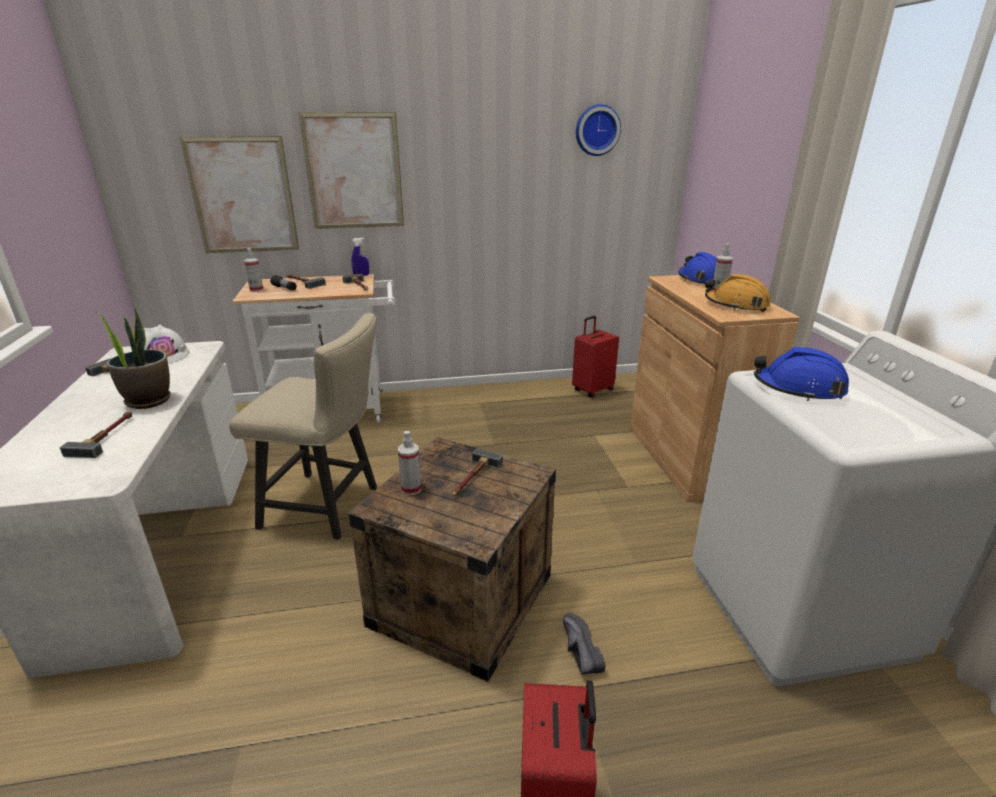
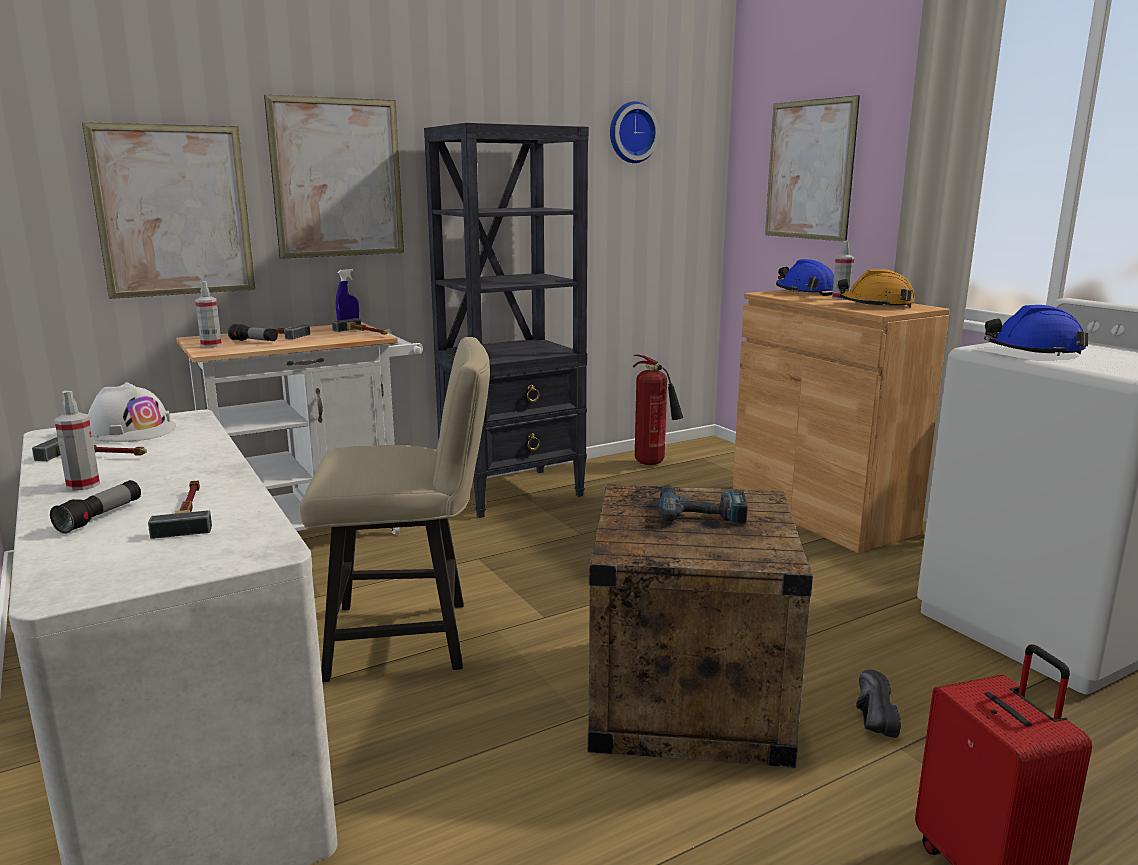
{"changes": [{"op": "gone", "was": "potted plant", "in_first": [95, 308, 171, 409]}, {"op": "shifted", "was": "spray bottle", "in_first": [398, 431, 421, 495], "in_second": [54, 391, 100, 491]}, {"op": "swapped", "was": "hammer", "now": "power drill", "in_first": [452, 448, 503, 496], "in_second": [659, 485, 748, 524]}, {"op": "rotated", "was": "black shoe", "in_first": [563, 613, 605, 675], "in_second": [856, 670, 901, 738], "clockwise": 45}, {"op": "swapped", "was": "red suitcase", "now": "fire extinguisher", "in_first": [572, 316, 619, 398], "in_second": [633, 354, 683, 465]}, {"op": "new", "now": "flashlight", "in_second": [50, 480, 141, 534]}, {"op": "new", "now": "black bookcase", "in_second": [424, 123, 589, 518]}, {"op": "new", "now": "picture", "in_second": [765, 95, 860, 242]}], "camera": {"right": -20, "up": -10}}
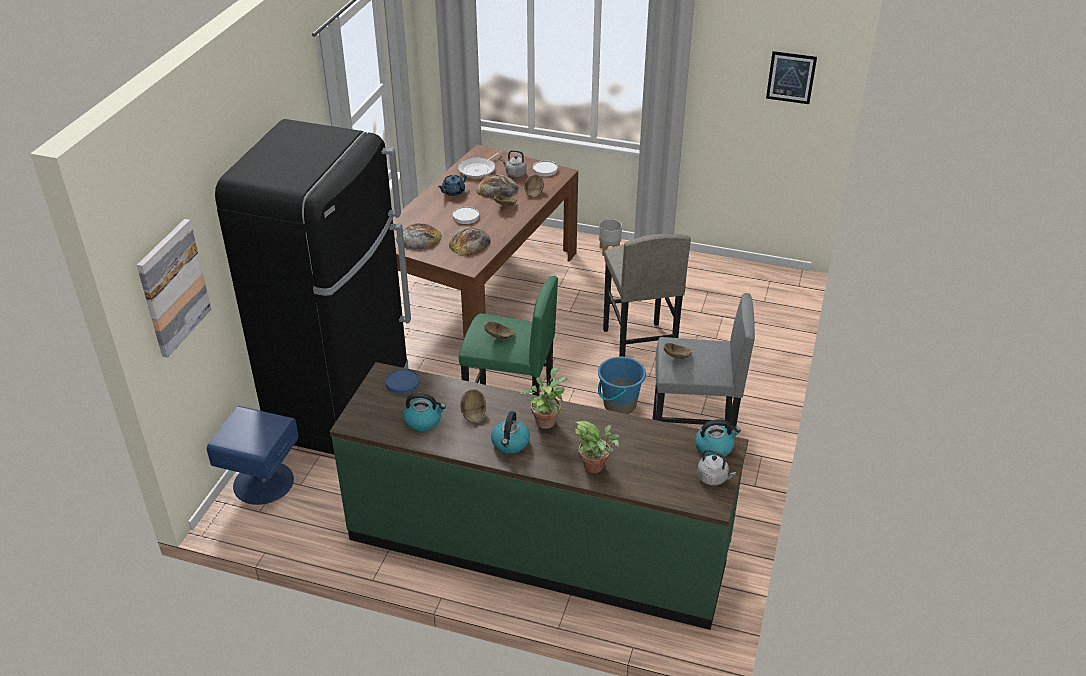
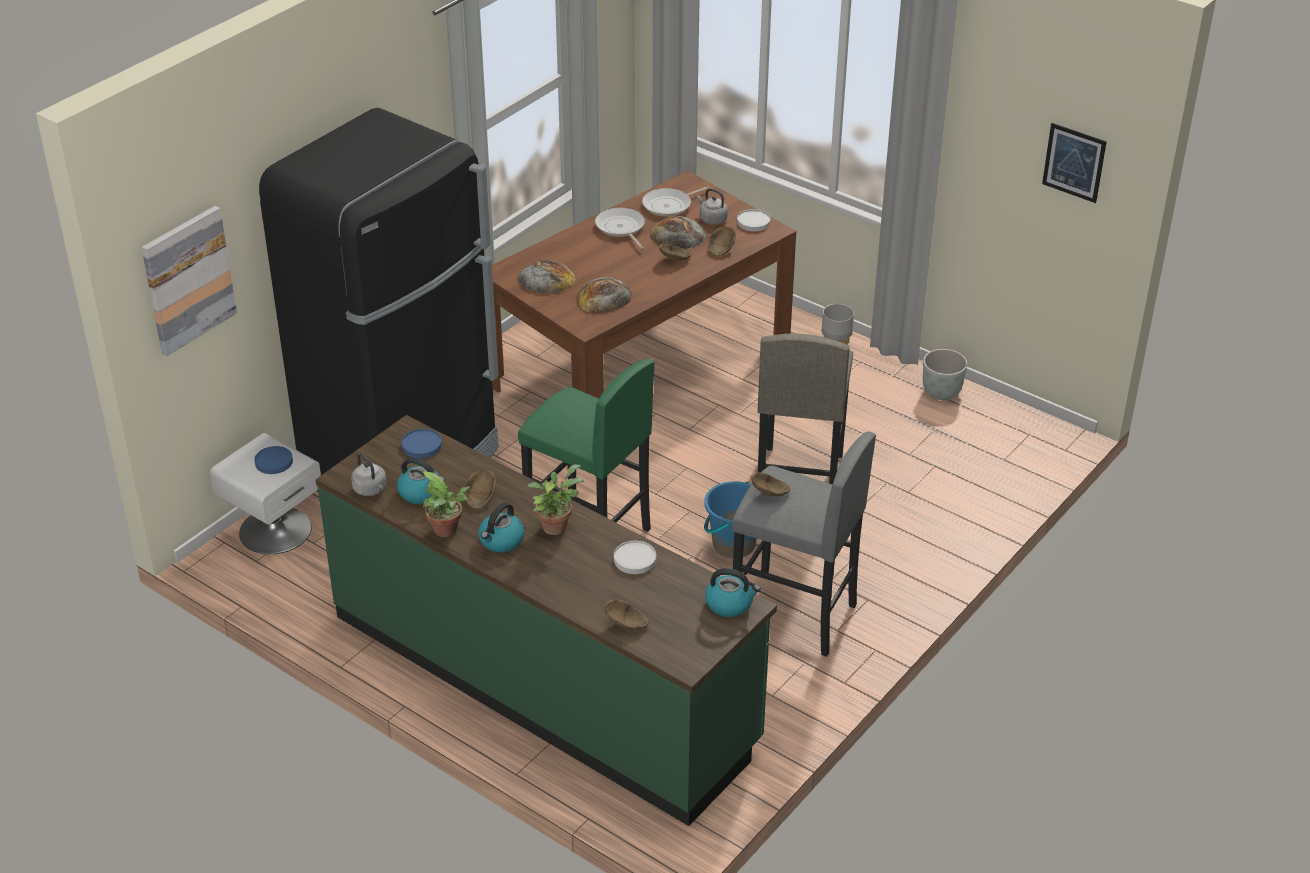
{"changes": [{"op": "repainted", "was": "blue nightstand", "now": "white nightstand", "in_first": [207, 406, 298, 505], "in_second": [210, 433, 321, 554]}, {"op": "swapped", "was": "blue teapot", "now": "frying pan", "in_first": [438, 175, 467, 196], "in_second": [595, 208, 645, 250]}, {"op": "shifted", "was": "white plate", "in_first": [453, 206, 479, 224], "in_second": [614, 541, 656, 574]}, {"op": "shifted", "was": "brown bowl", "in_first": [484, 321, 515, 339], "in_second": [605, 599, 649, 630]}, {"op": "shifted", "was": "potted plant", "in_first": [575, 421, 619, 473], "in_second": [422, 471, 470, 537]}, {"op": "shifted", "was": "grey kettle", "in_first": [697, 449, 736, 485], "in_second": [351, 453, 387, 496]}, {"op": "new", "now": "blue plate", "in_second": [254, 446, 293, 474]}, {"op": "new", "now": "grey planter", "in_second": [923, 349, 967, 400]}], "camera": {"right": 20, "up": 0}}
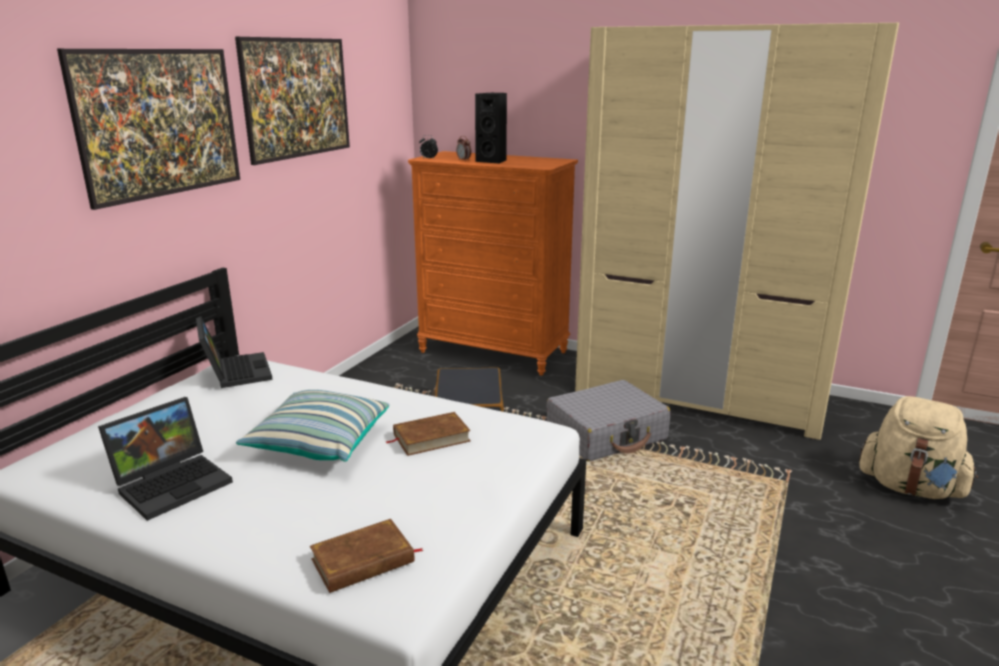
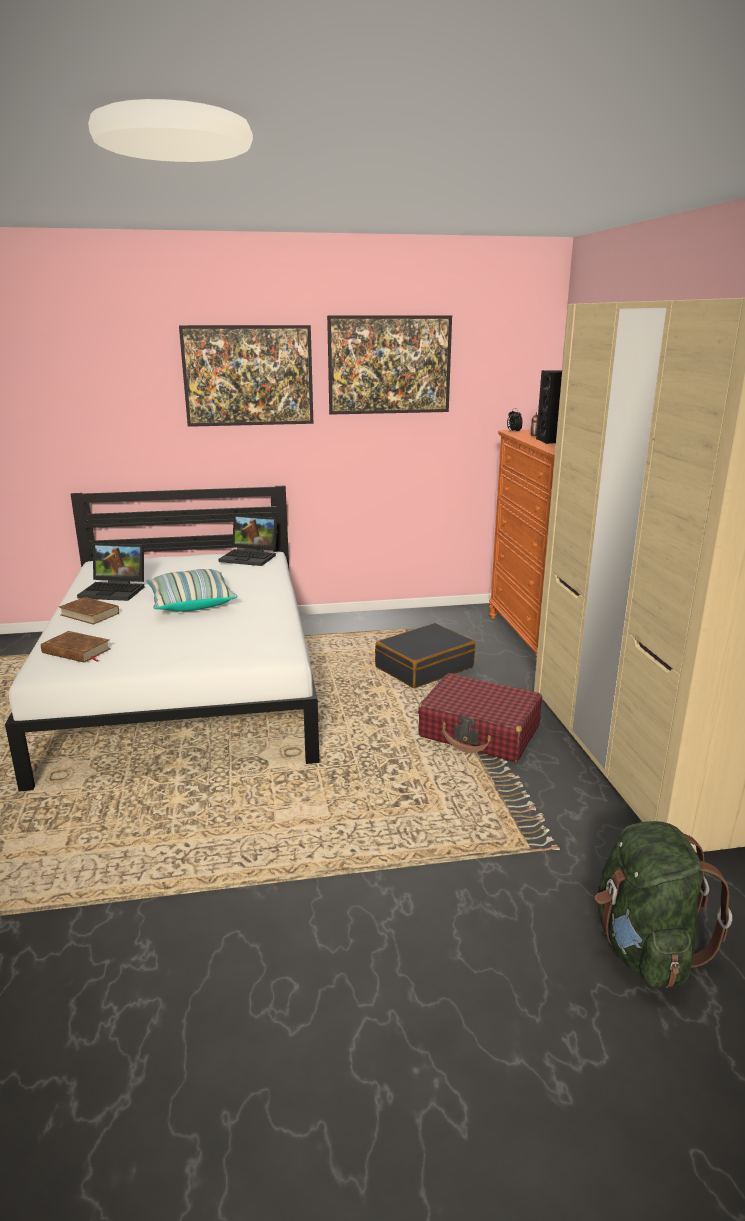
{"changes": [{"op": "rotated", "was": "laptop", "in_first": [196, 316, 273, 388], "in_second": [219, 515, 277, 566], "clockwise": 75}, {"op": "shifted", "was": "brown book", "in_first": [386, 412, 471, 456], "in_second": [59, 597, 119, 625]}, {"op": "repainted", "was": "grey suitcase", "now": "red suitcase", "in_first": [546, 380, 670, 461], "in_second": [418, 673, 542, 762]}, {"op": "repainted", "was": "beige backpack", "now": "green backpack", "in_first": [859, 396, 978, 499], "in_second": [595, 821, 732, 987]}], "camera": {"right": 55, "up": 0}}
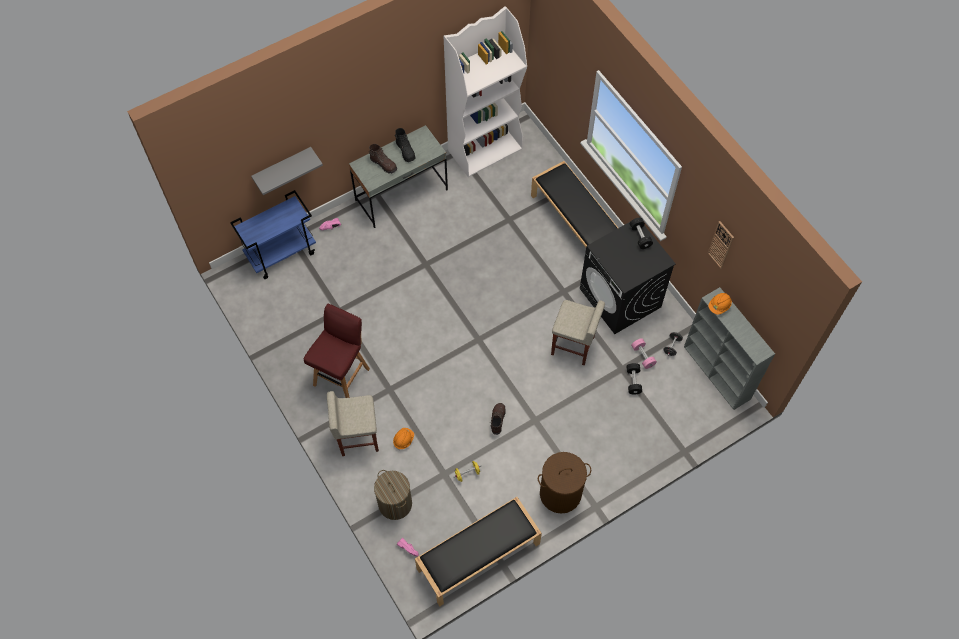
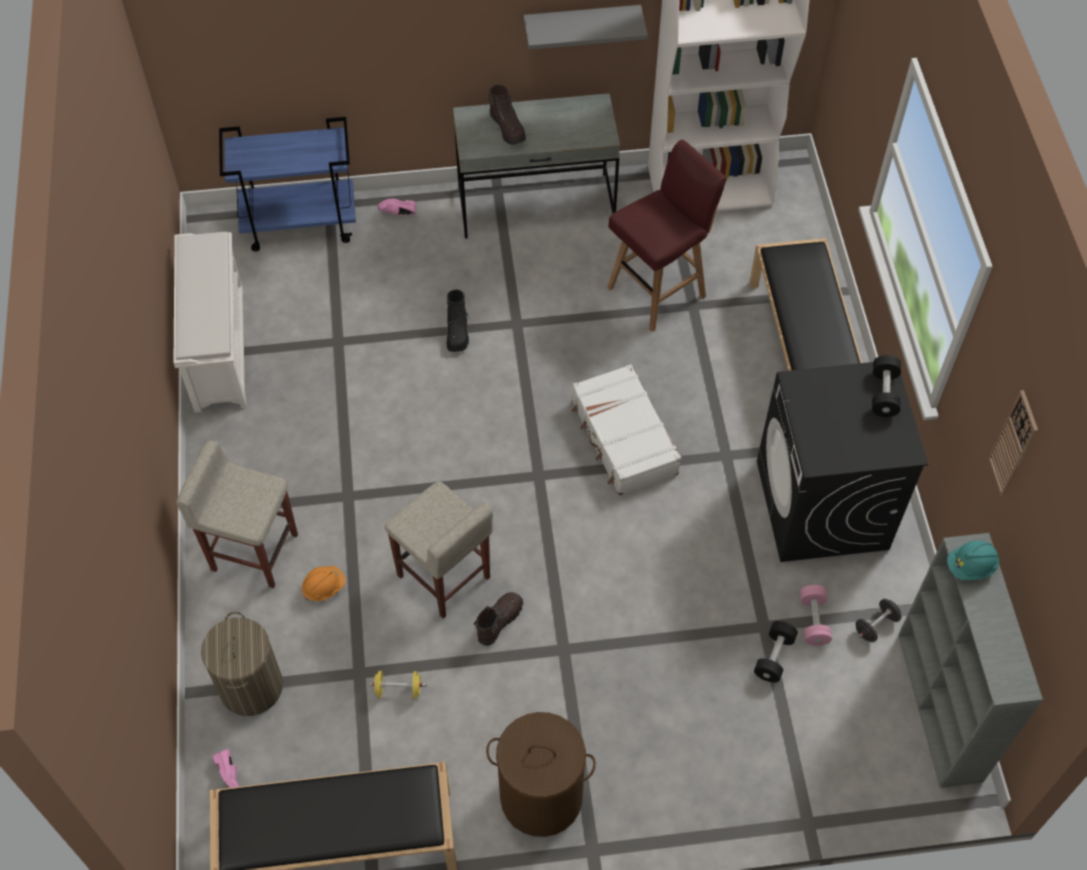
{"changes": [{"op": "shifted", "was": "grey shelf", "in_first": [251, 147, 323, 195], "in_second": [523, 5, 648, 50]}, {"op": "shifted", "was": "red stool", "in_first": [304, 304, 370, 398], "in_second": [607, 140, 727, 332]}, {"op": "shifted", "was": "black boot", "in_first": [395, 128, 415, 162], "in_second": [447, 289, 470, 352]}, {"op": "shifted", "was": "beige stool", "in_first": [551, 300, 605, 366], "in_second": [385, 481, 493, 619]}, {"op": "repainted", "was": "orange hard hat", "now": "turquoise hard hat", "in_first": [708, 293, 732, 315], "in_second": [947, 541, 999, 580]}, {"op": "new", "now": "white shoe rack", "in_second": [174, 232, 247, 413]}, {"op": "new", "now": "white suitcase", "in_second": [572, 364, 681, 495]}], "camera": {"right": 25, "up": -5}}
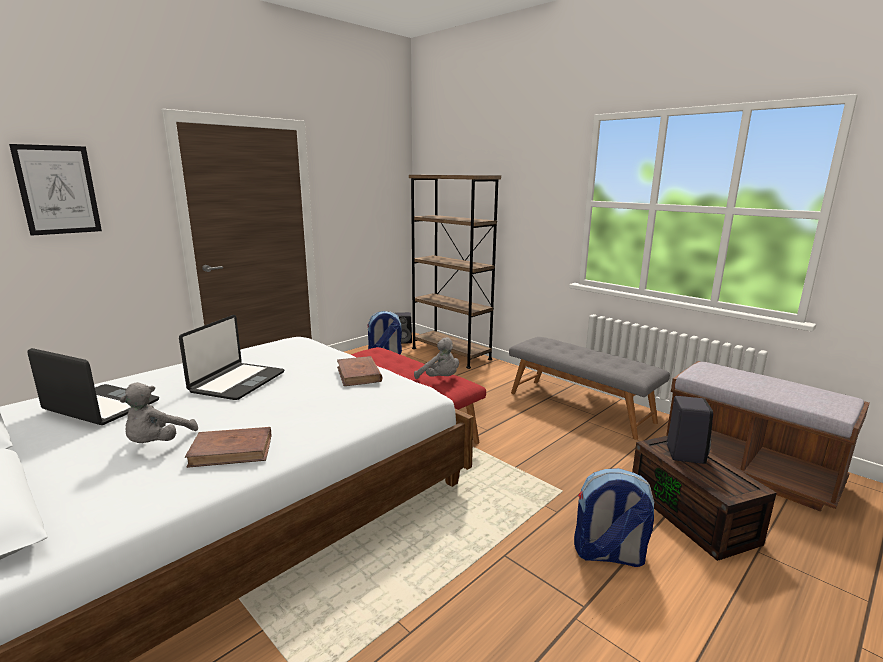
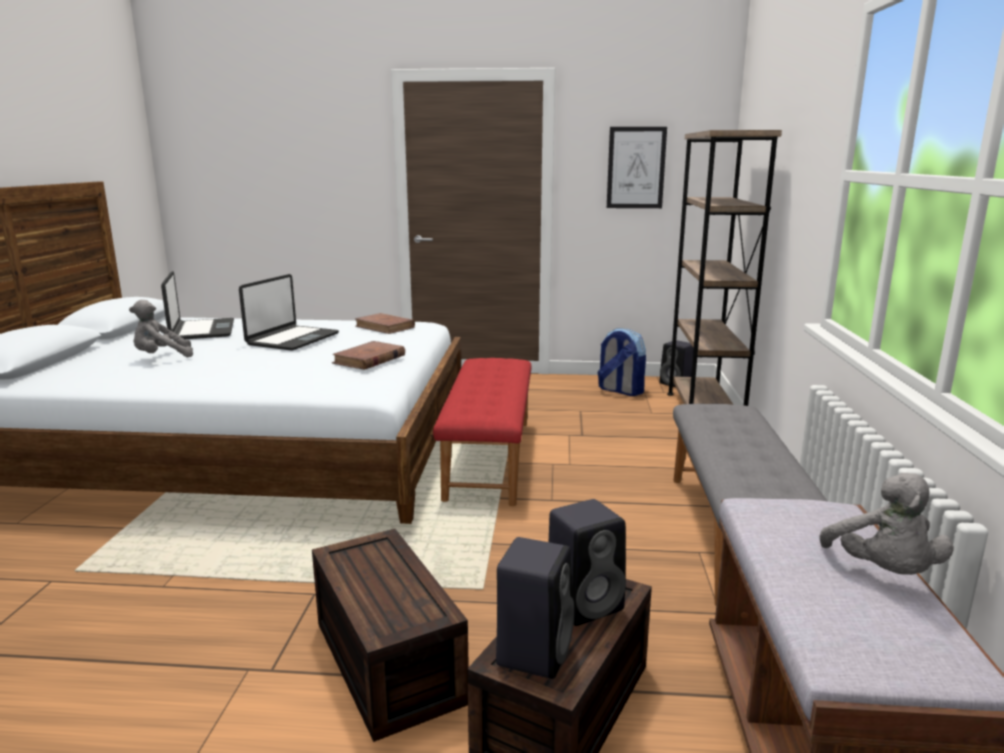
{"changes": [{"op": "shifted", "was": "picture", "in_first": [9, 144, 102, 236], "in_second": [607, 127, 667, 208]}, {"op": "rotated", "was": "laptop", "in_first": [179, 315, 285, 400], "in_second": [239, 274, 339, 351], "clockwise": -45}, {"op": "shifted", "was": "brown book", "in_first": [185, 427, 271, 468], "in_second": [355, 313, 415, 334]}, {"op": "shifted", "was": "grey plush toy", "in_first": [414, 337, 459, 379], "in_second": [819, 473, 954, 575]}, {"op": "swapped", "was": "backpack", "now": "brown storage box", "in_first": [574, 468, 655, 567], "in_second": [312, 529, 469, 742]}, {"op": "new", "now": "black speaker", "in_second": [496, 537, 574, 679]}], "camera": {"right": 50, "up": 0}}
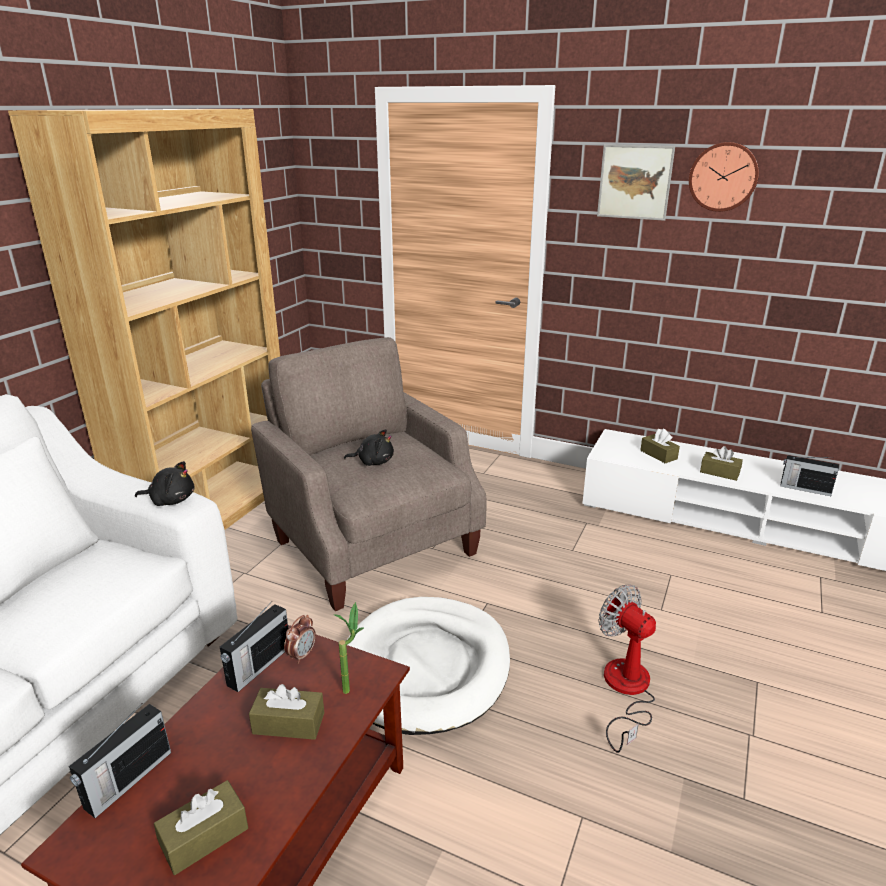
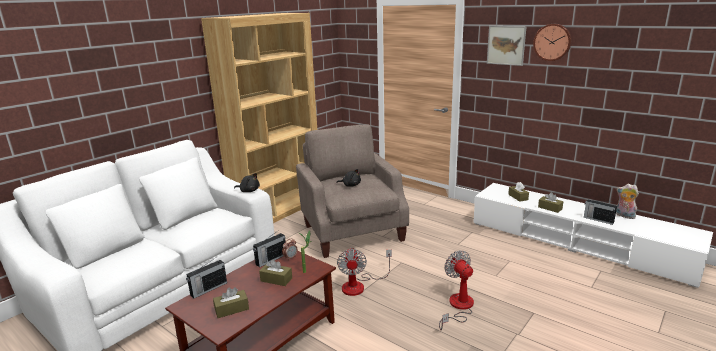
{"changes": [{"op": "swapped", "was": "white dog bed", "now": "fan", "in_first": [347, 597, 510, 735], "in_second": [337, 248, 392, 296]}, {"op": "new", "now": "plush toy", "in_second": [616, 184, 639, 219]}], "camera": {"right": 15, "up": -5}}
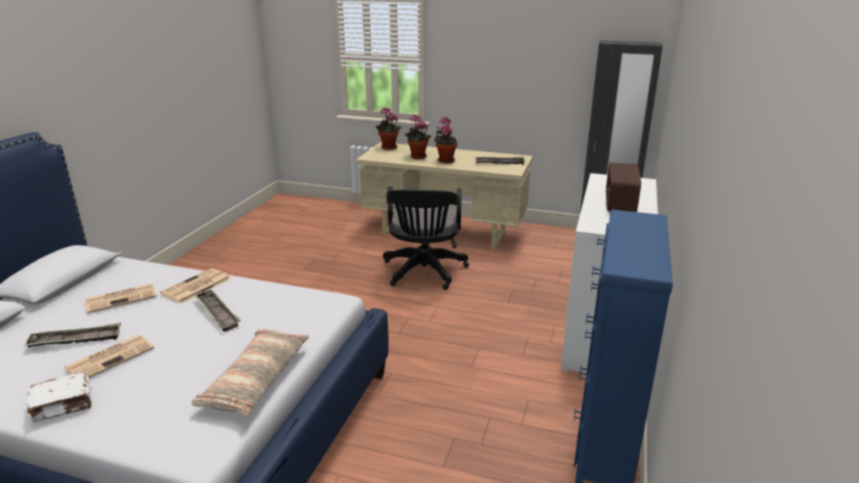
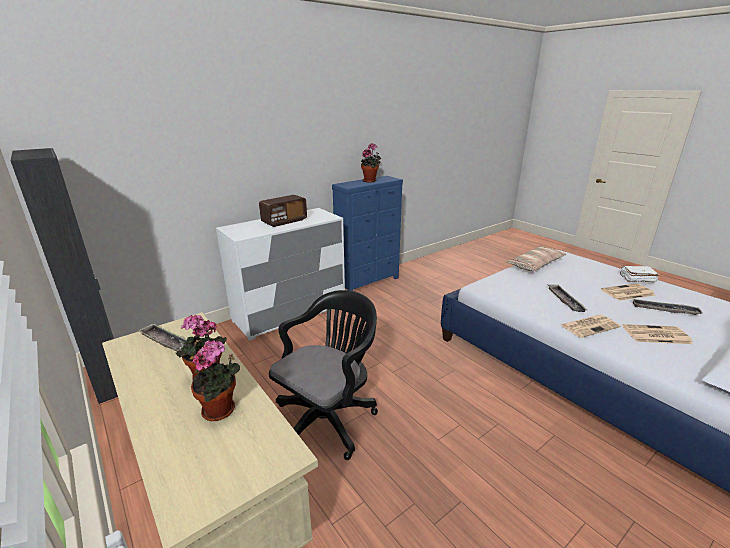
{"changes": [{"op": "shifted", "was": "potted plant", "in_first": [376, 107, 402, 150], "in_second": [361, 143, 381, 182]}], "camera": {"right": -145, "up": 0}}
